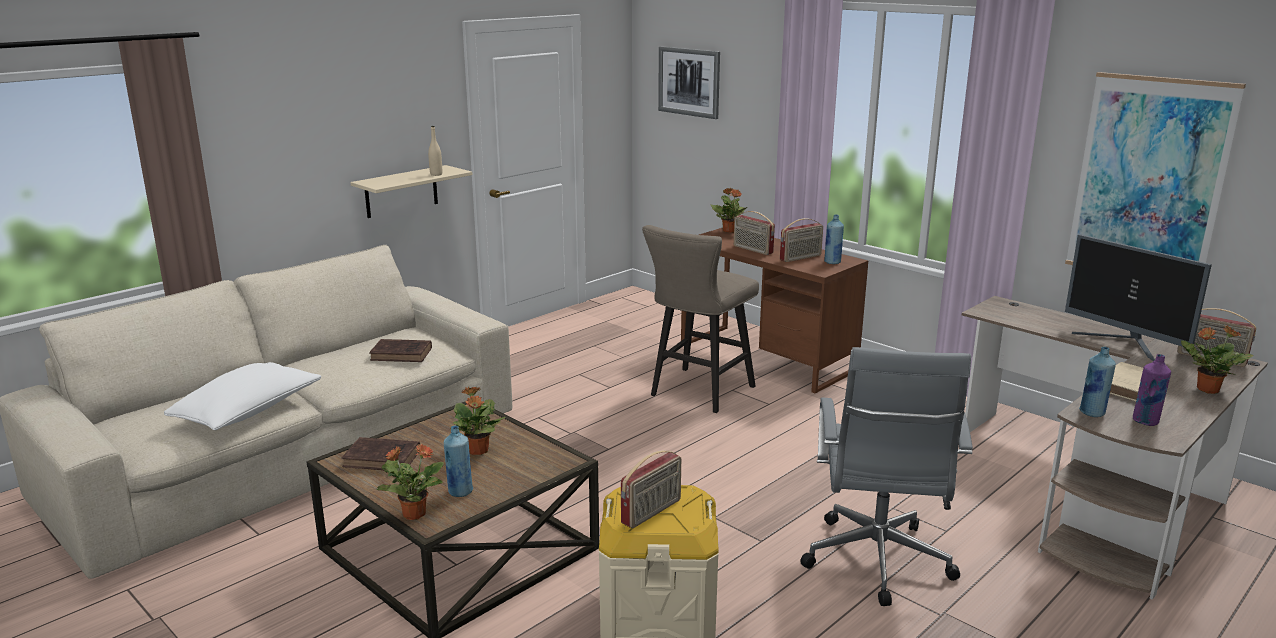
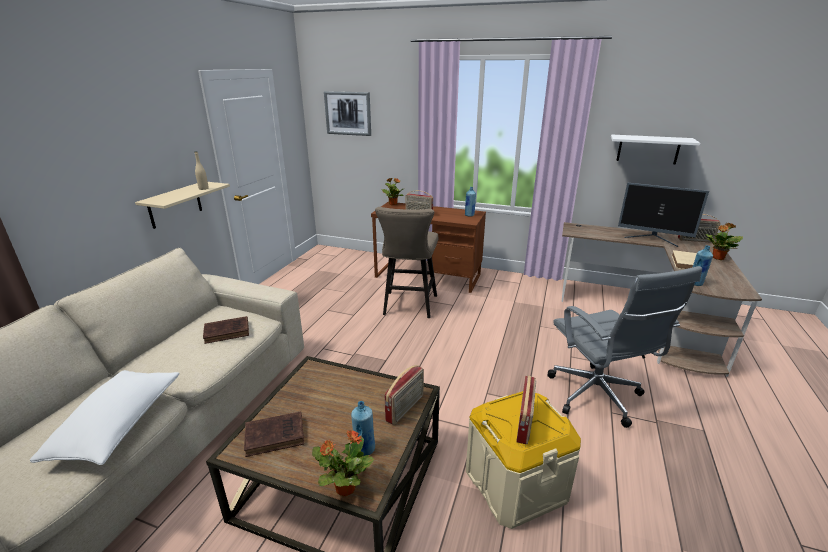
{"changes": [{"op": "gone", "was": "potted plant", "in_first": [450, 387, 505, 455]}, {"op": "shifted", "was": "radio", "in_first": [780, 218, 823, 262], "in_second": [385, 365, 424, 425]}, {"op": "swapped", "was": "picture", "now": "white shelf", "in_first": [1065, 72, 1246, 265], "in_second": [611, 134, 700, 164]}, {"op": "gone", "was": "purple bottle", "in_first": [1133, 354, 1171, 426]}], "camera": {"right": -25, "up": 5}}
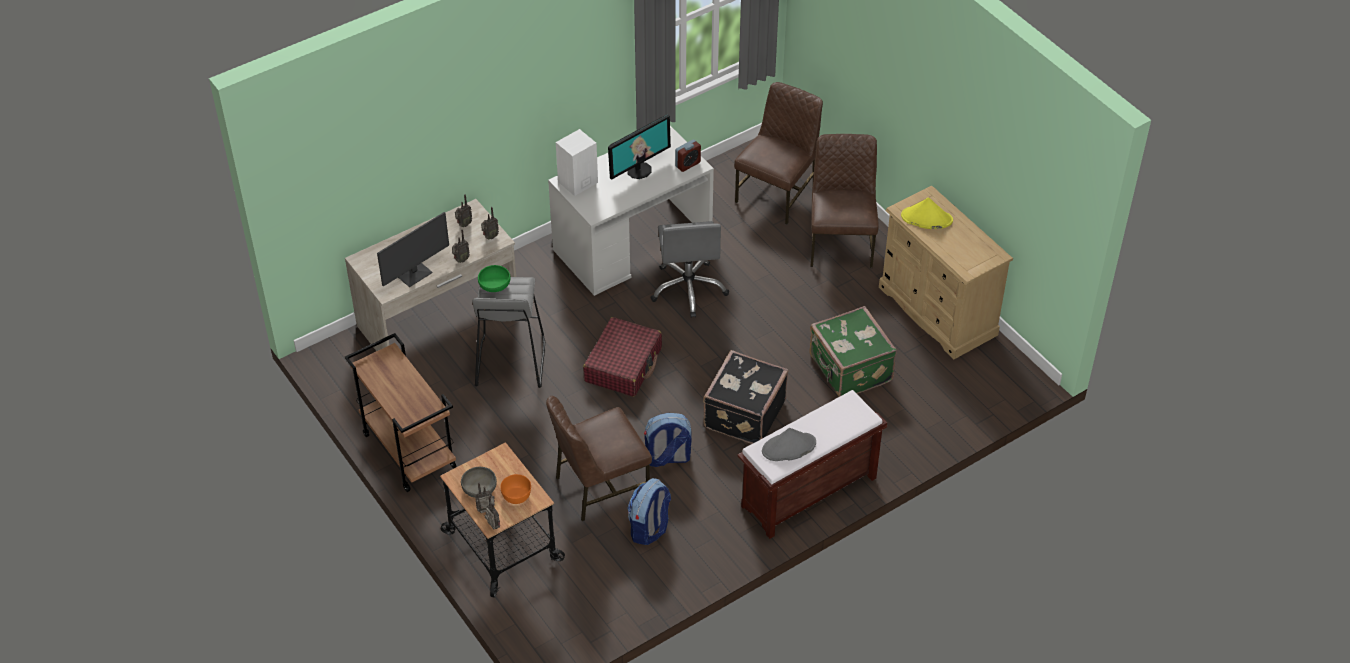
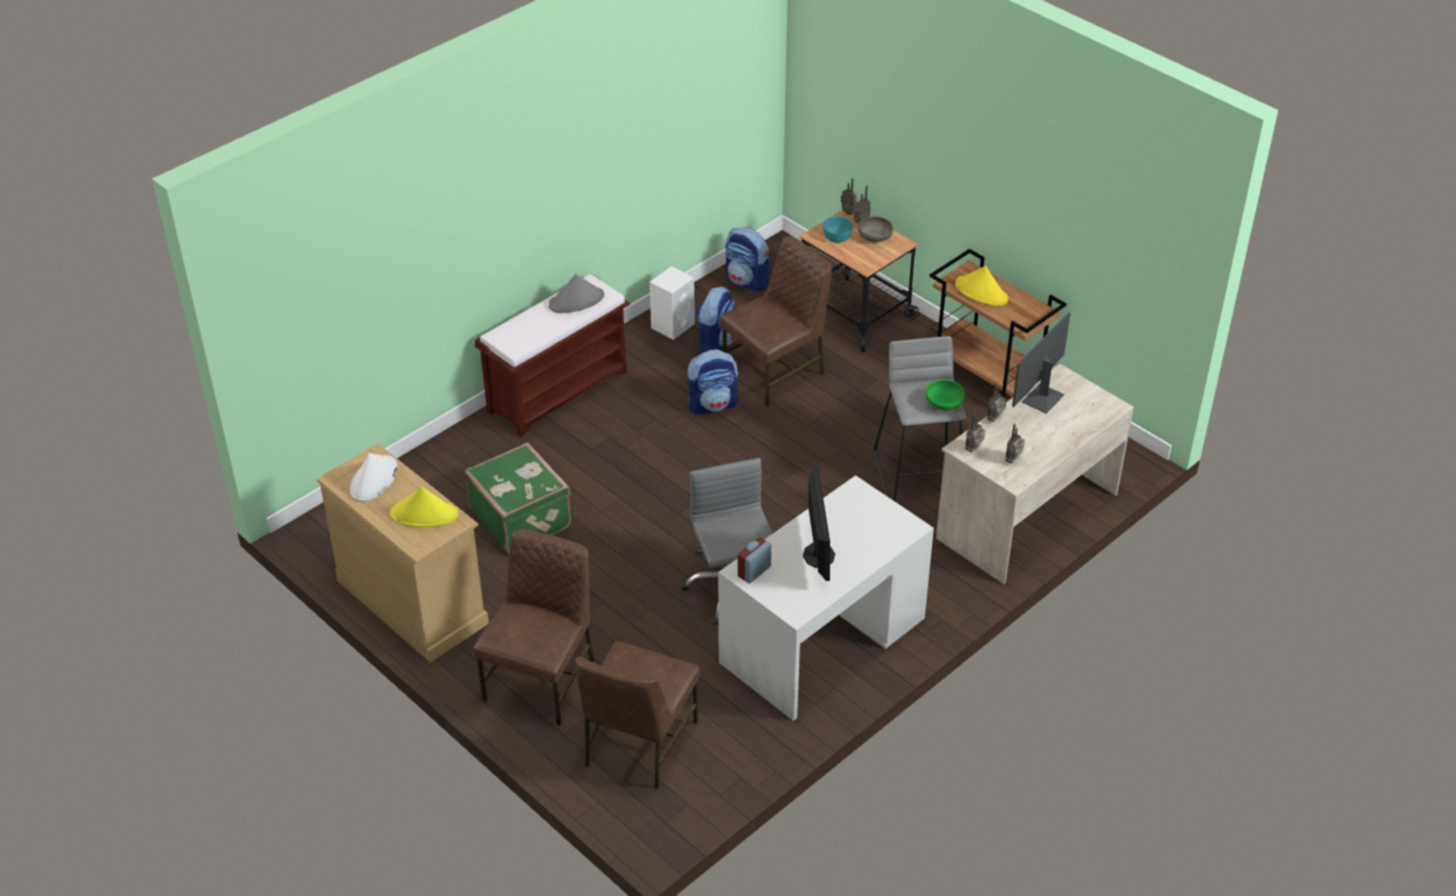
{"changes": [{"op": "repainted", "was": "orange bowl", "now": "turquoise bowl", "in_first": [500, 474, 531, 504], "in_second": [823, 216, 853, 243]}, {"op": "shifted", "was": "white speaker", "in_first": [556, 129, 598, 196], "in_second": [650, 266, 695, 340]}, {"op": "gone", "was": "red suitcase", "in_first": [583, 317, 662, 397]}, {"op": "rotated", "was": "monitor", "in_first": [608, 115, 671, 180], "in_second": [803, 467, 835, 581], "clockwise": 135}, {"op": "gone", "was": "black suitcase", "in_first": [703, 350, 788, 444]}, {"op": "rotated", "was": "brown chair", "in_first": [811, 134, 879, 268], "in_second": [473, 529, 594, 726], "clockwise": -150}, {"op": "new", "now": "white hat", "in_second": [350, 453, 398, 502]}, {"op": "new", "now": "backpack", "in_second": [726, 227, 771, 292]}, {"op": "new", "now": "yellow hat", "in_second": [955, 266, 1008, 306]}], "camera": {"right": 170, "up": -5}}
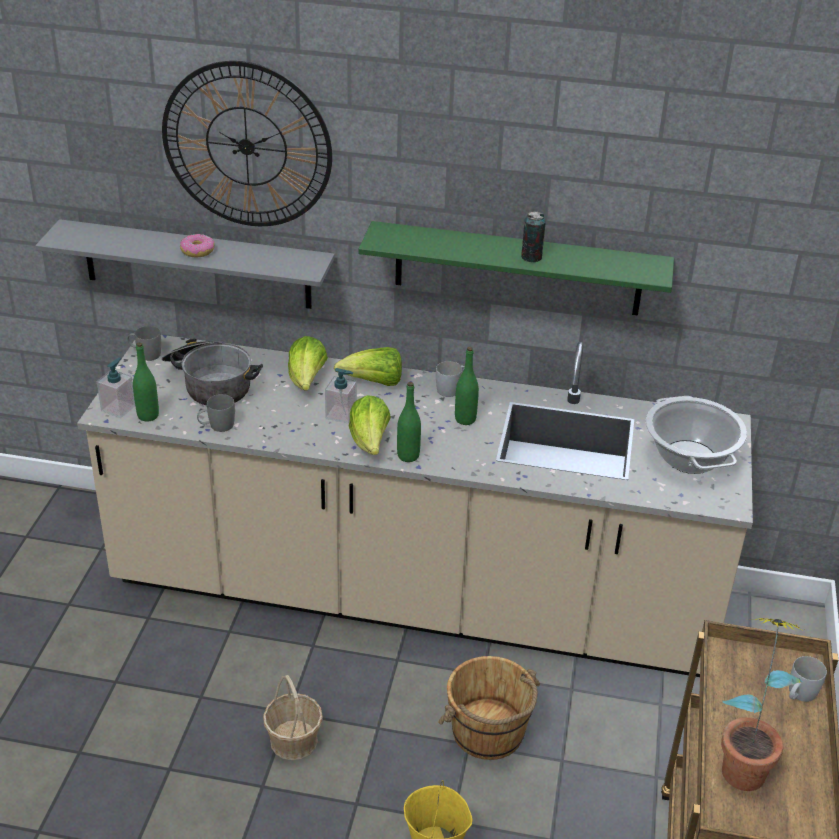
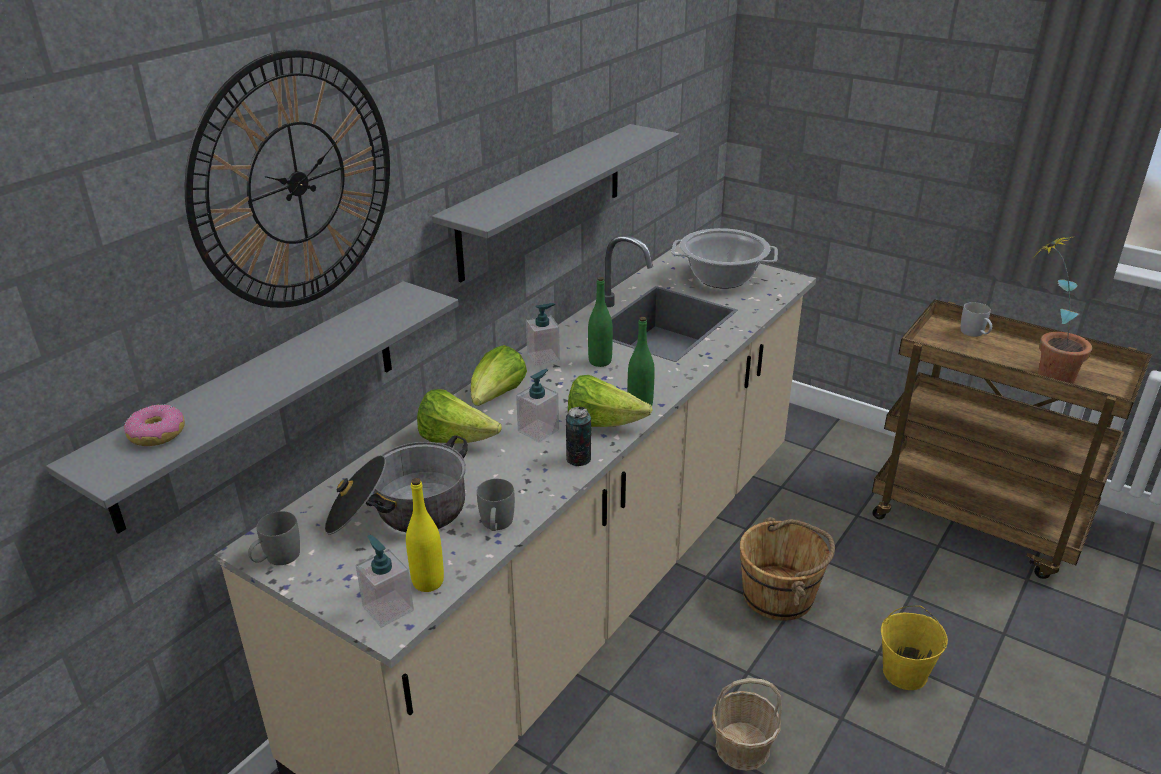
{"changes": [{"op": "repainted", "was": "green bottle", "now": "yellow bottle", "in_first": [133, 342, 159, 421], "in_second": [406, 478, 444, 592]}, {"op": "shifted", "was": "donut", "in_first": [180, 234, 215, 257], "in_second": [124, 404, 185, 446]}, {"op": "repainted", "was": "green shelf", "now": "grey shelf", "in_first": [358, 221, 674, 315], "in_second": [432, 124, 679, 282]}, {"op": "swapped", "was": "white mug", "now": "soap dispenser", "in_first": [436, 361, 465, 397], "in_second": [526, 303, 560, 365]}, {"op": "shifted", "was": "can", "in_first": [521, 212, 546, 262], "in_second": [566, 407, 591, 466]}], "camera": {"right": -65, "up": -5}}
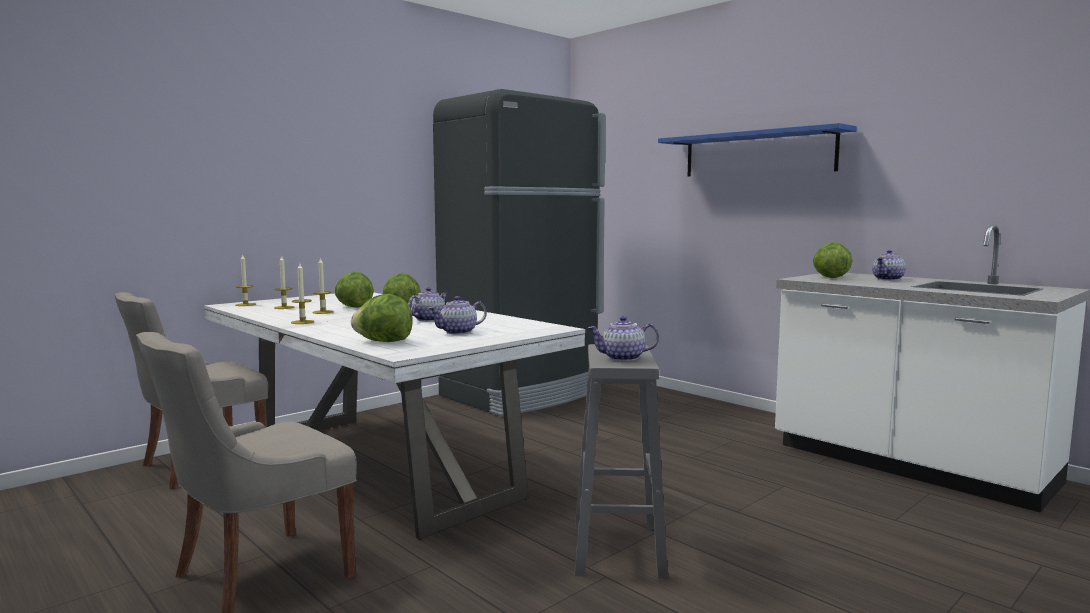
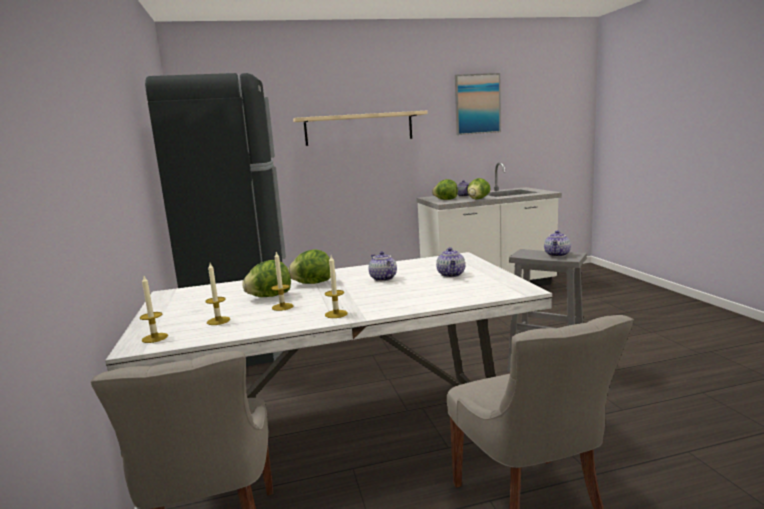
{"changes": [{"op": "shifted", "was": "lettuce", "in_first": [351, 294, 413, 342], "in_second": [467, 178, 491, 200]}, {"op": "repainted", "was": "blue shelf", "now": "beige shelf", "in_first": [658, 123, 857, 177], "in_second": [293, 111, 428, 146]}, {"op": "new", "now": "picture", "in_second": [455, 73, 501, 135]}], "camera": {"right": -60, "up": 5}}
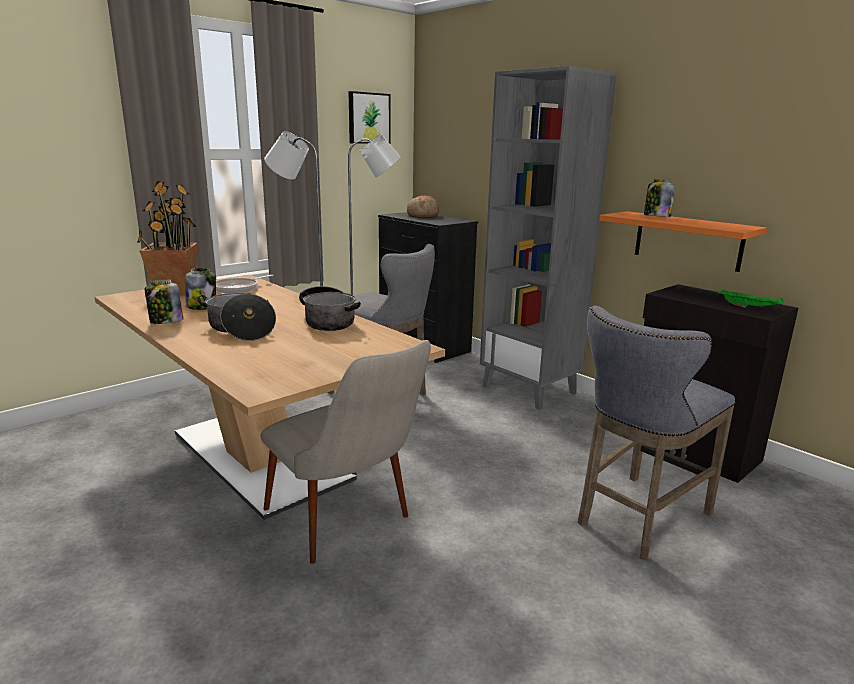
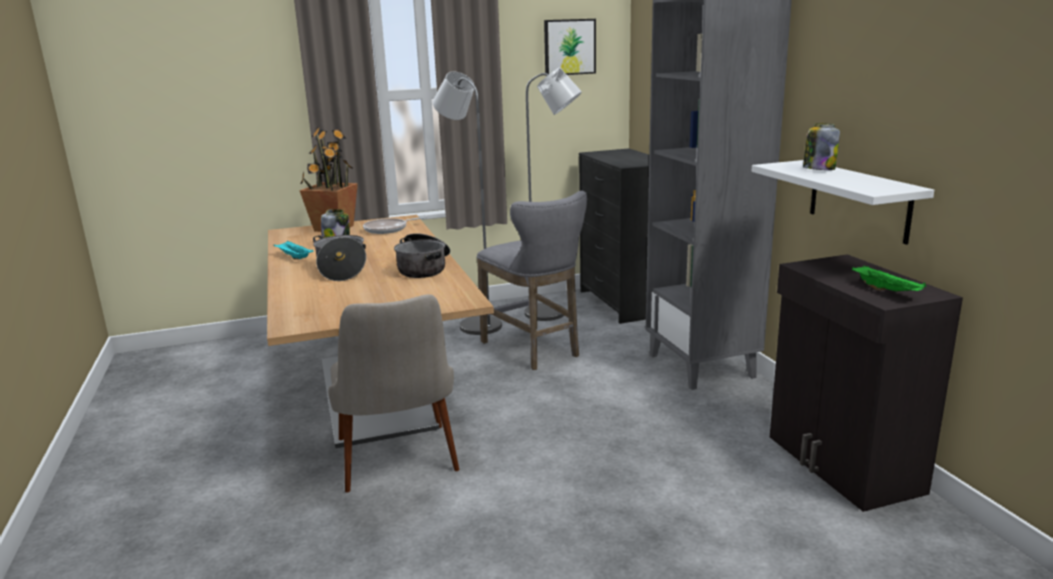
{"changes": [{"op": "swapped", "was": "jar", "now": "turquoise tray", "in_first": [145, 279, 183, 324], "in_second": [274, 241, 314, 260]}, {"op": "gone", "was": "bread", "in_first": [407, 196, 439, 218]}, {"op": "gone", "was": "grey stool", "in_first": [578, 306, 736, 560]}, {"op": "repainted", "was": "orange shelf", "now": "white shelf", "in_first": [599, 211, 767, 272], "in_second": [752, 160, 934, 245]}], "camera": {"right": 25, "up": 0}}
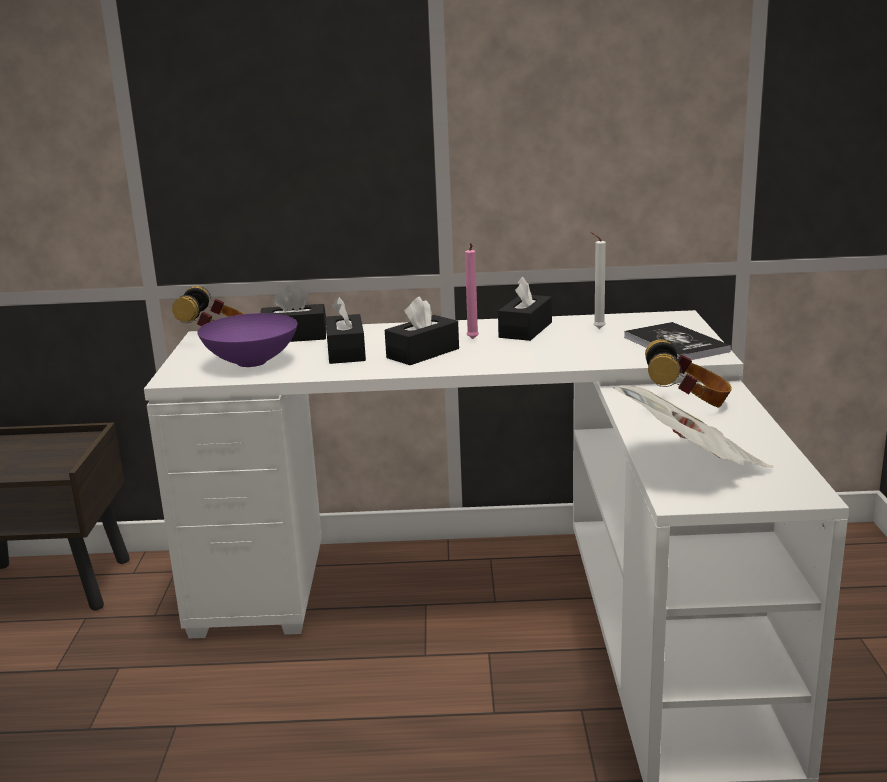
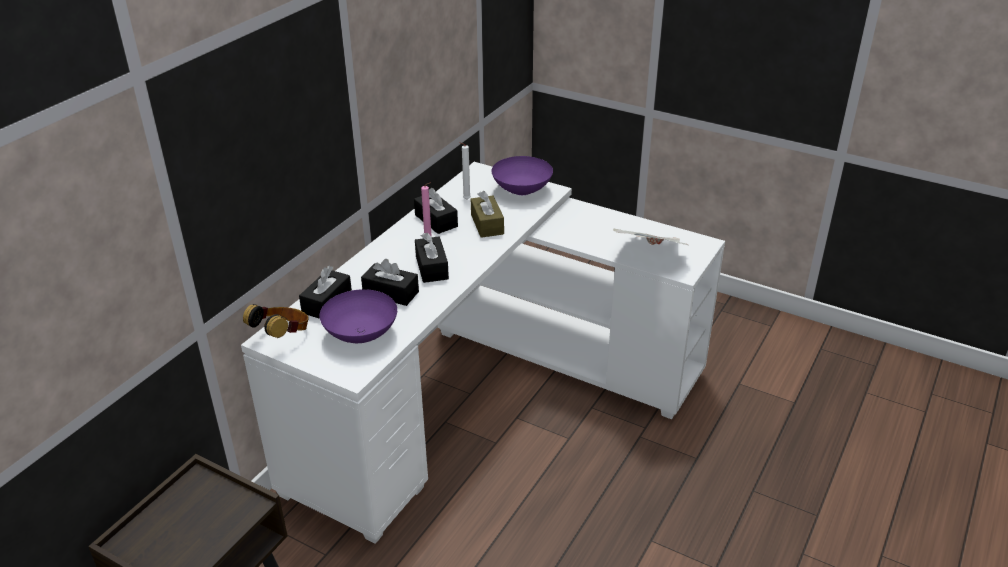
{"changes": [{"op": "swapped", "was": "book", "now": "purple bowl", "in_first": [624, 322, 731, 360], "in_second": [491, 156, 553, 195]}, {"op": "gone", "was": "headphones", "in_first": [645, 339, 732, 407]}, {"op": "new", "now": "brown tissue box", "in_second": [471, 191, 504, 238]}], "camera": {"right": -60, "up": 15}}
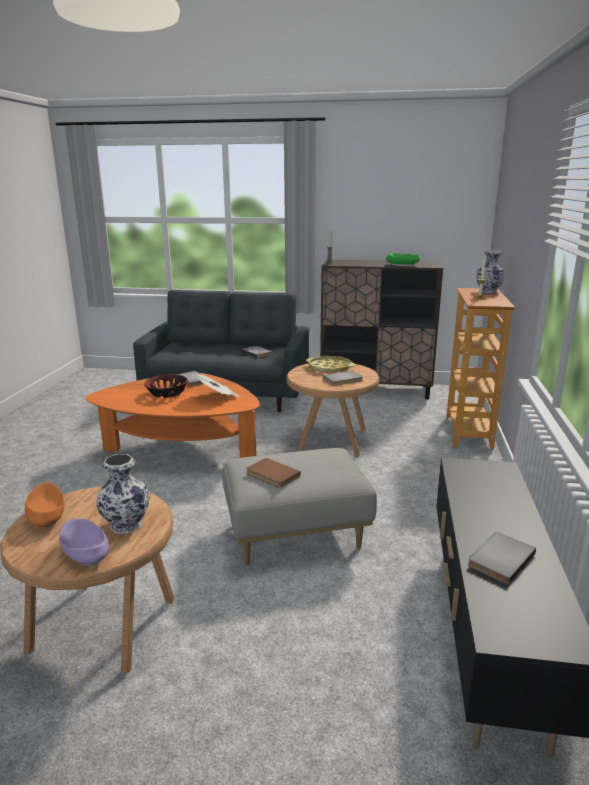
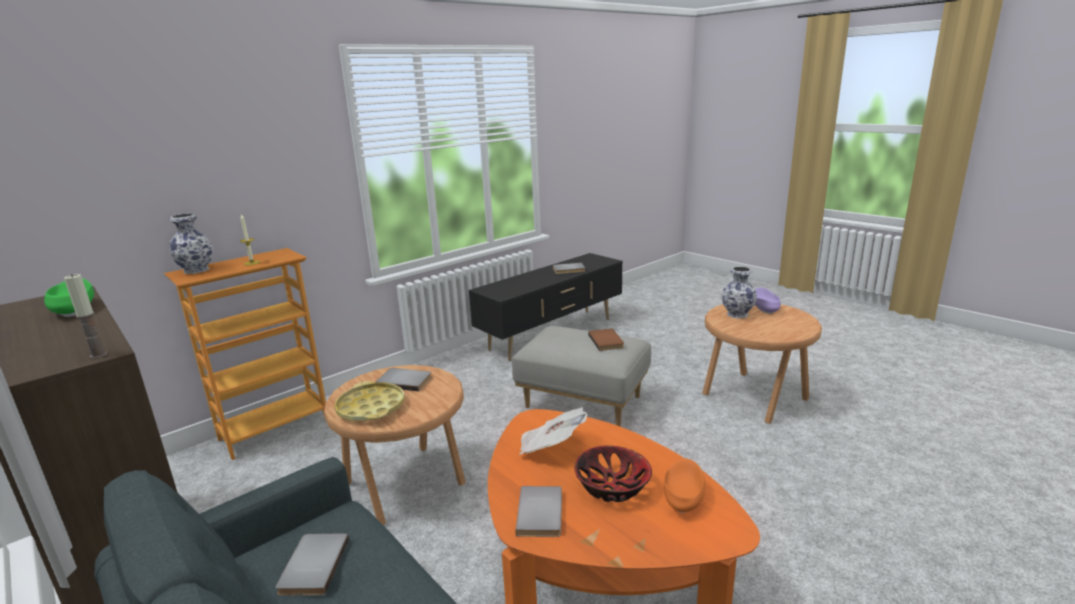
{"changes": [{"op": "shifted", "was": "orange bowl", "in_first": [25, 482, 65, 529], "in_second": [664, 459, 706, 513]}], "camera": {"right": -140, "up": 0}}
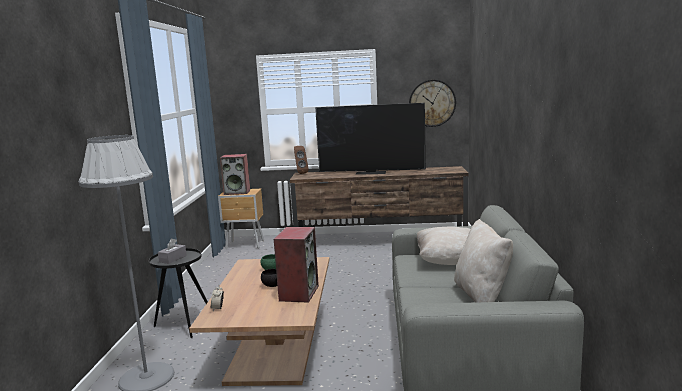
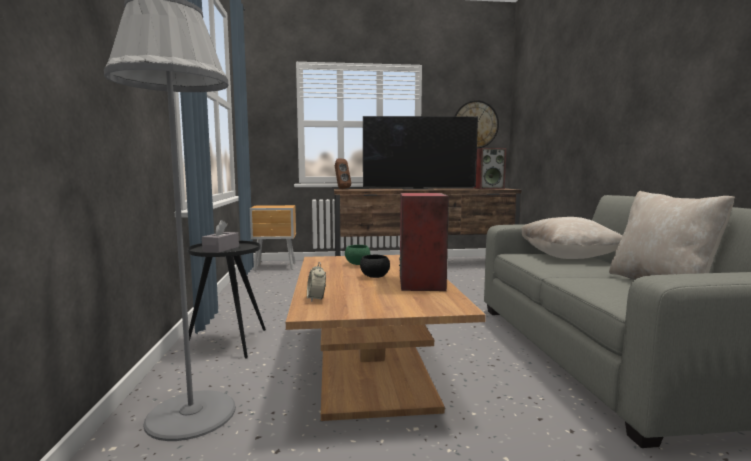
{"changes": [{"op": "shifted", "was": "speaker", "in_first": [220, 154, 250, 195], "in_second": [473, 148, 506, 189]}], "camera": {"right": -10, "up": -5}}
